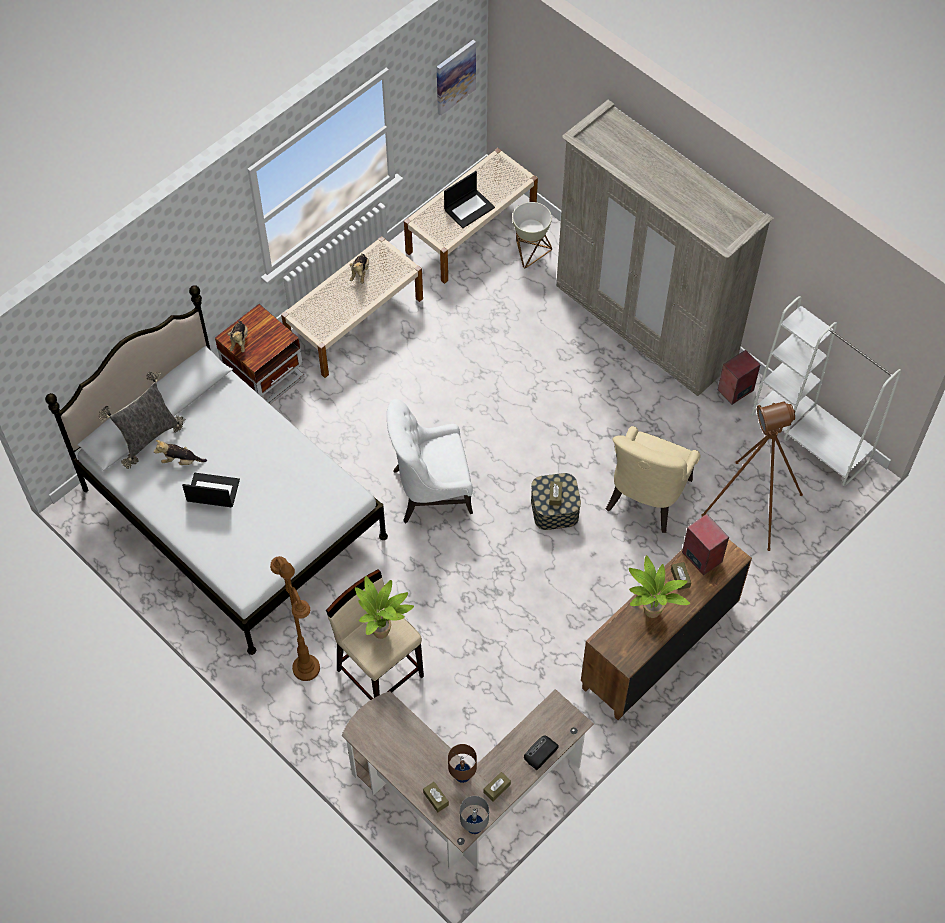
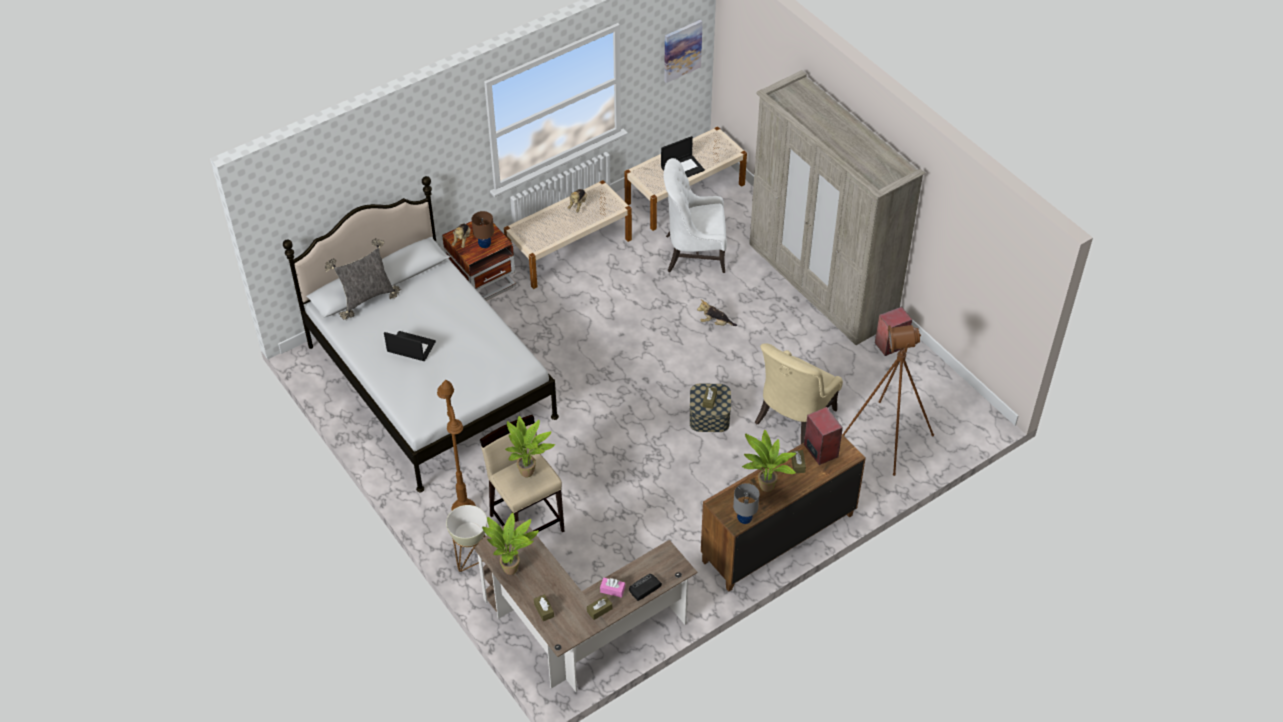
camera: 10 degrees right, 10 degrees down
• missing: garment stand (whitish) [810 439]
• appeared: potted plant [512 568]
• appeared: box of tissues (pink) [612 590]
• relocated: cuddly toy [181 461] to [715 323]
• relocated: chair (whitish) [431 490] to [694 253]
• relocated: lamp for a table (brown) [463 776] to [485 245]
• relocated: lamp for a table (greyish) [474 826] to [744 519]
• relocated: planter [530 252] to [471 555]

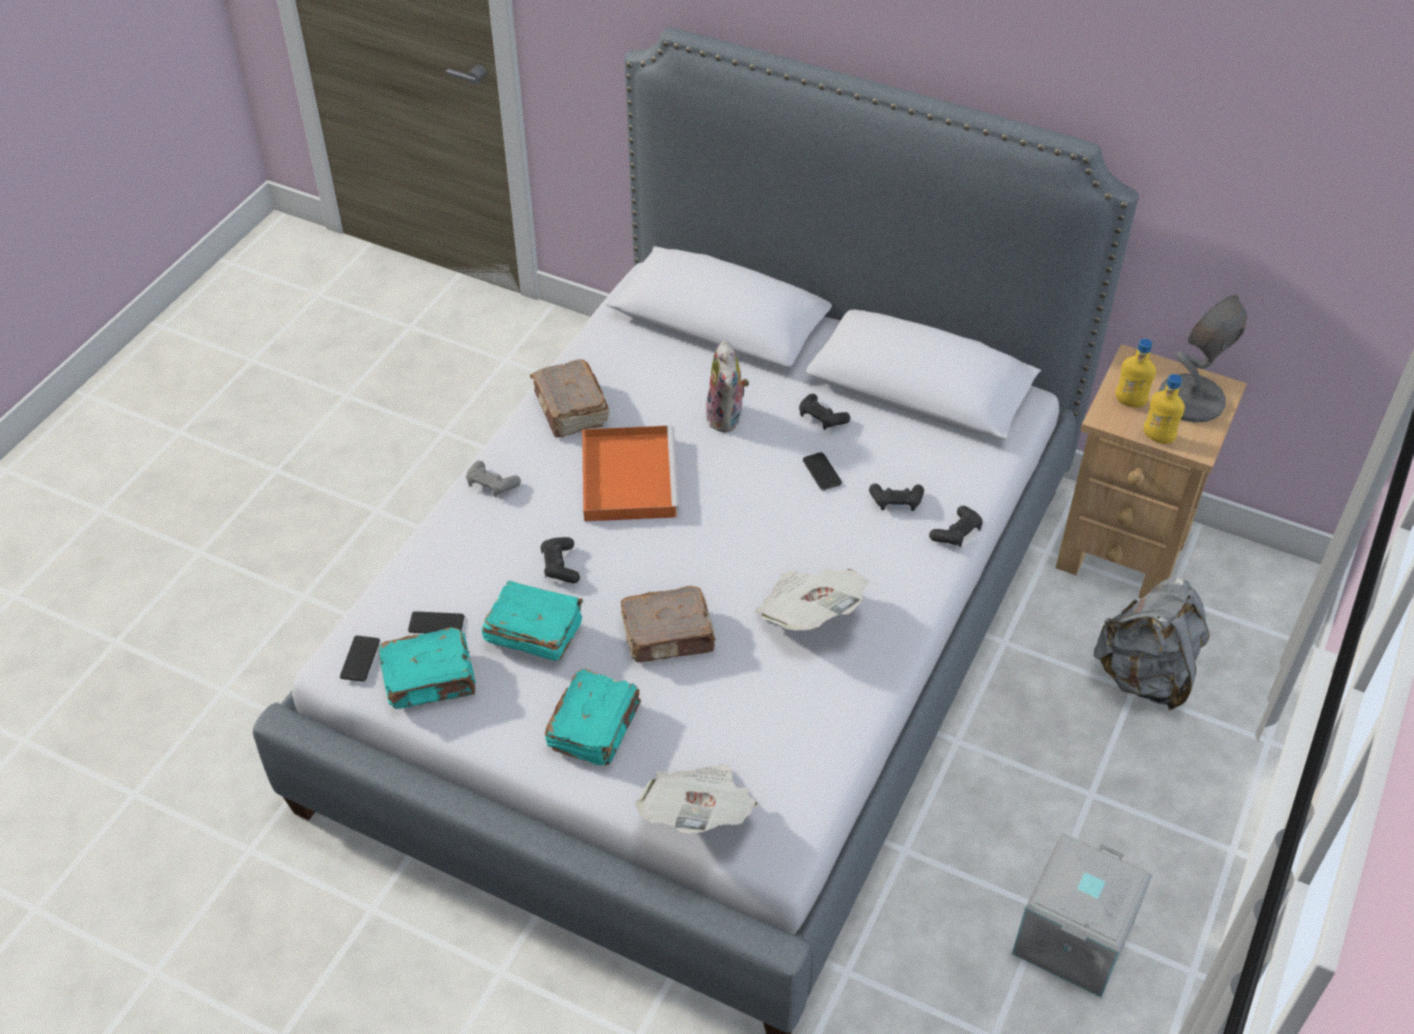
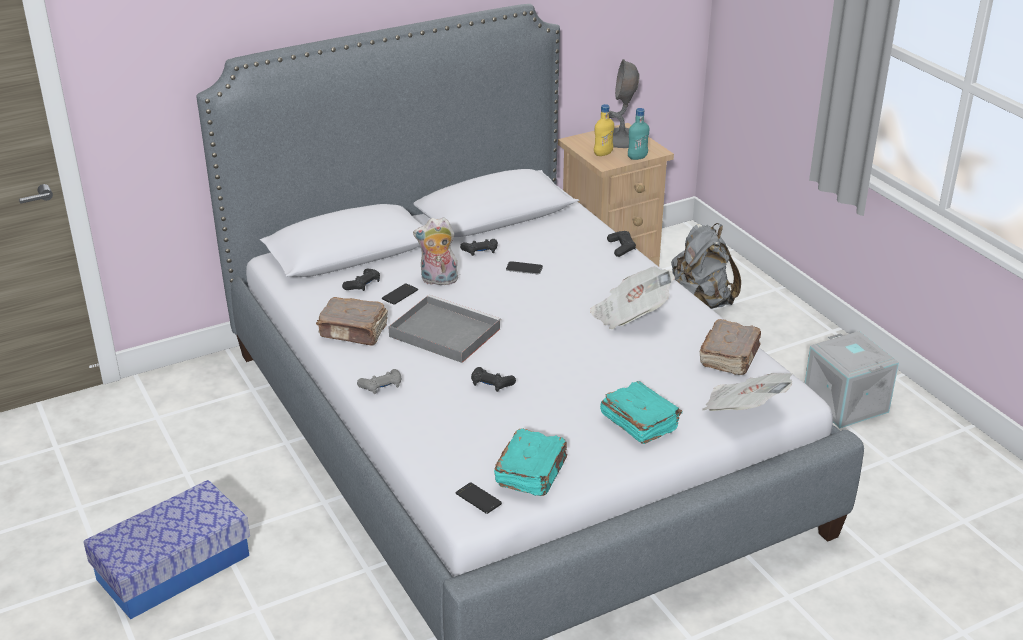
camera: 55 degrees left, 15 degrees down
• missing: bound book (blue-green) [533 631]
• appeared: storage bin [173 567]
• relocated: phone [436 624] to [400 294]
• relocated: bound book (brown) [669 636] to [730 357]
• relocated: gamepad (blackish) [896 501] to [363 285]
• colour: tray (orange-coloured) [627 475] to tray (greyish) [442 332]
• colour: drink bottle (yellowish) [1158 437] to drink bottle (blue-green) [637 157]
• spun: cuddly toy [727 417] = [438 281] 150 degrees clockwise

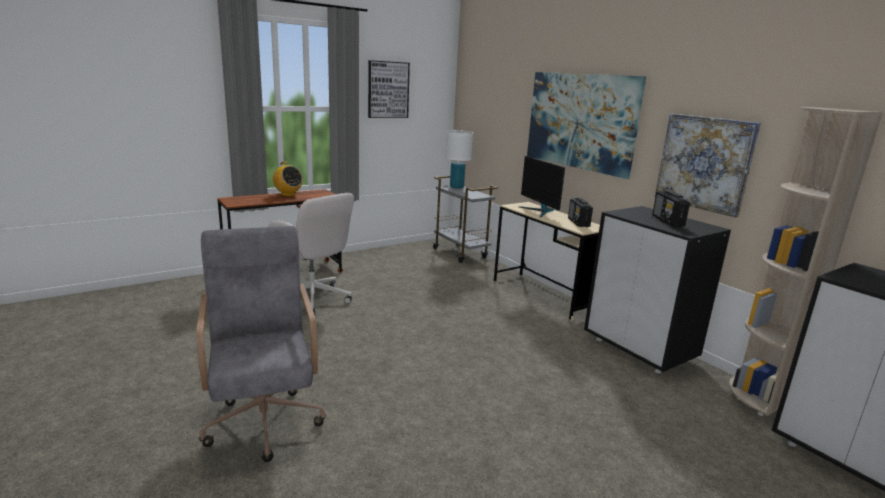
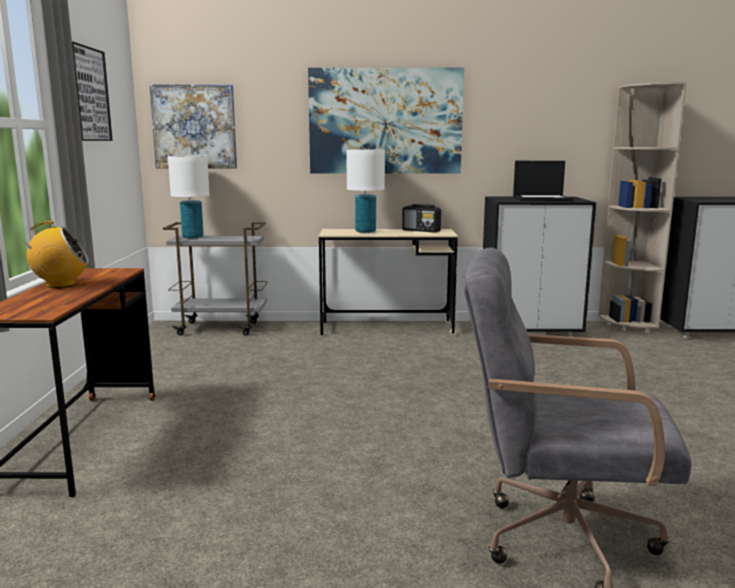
camera: 55 degrees left, 5 degrees down
• missing: office chair (whitish) [312 299]
• relocated: wall picture [704 163] to [194 127]
• exchanged: computer screen [539 211] to lamp for a table (whitish) [365 231]
• exchanged: radio [668 221] to laptop [542 198]

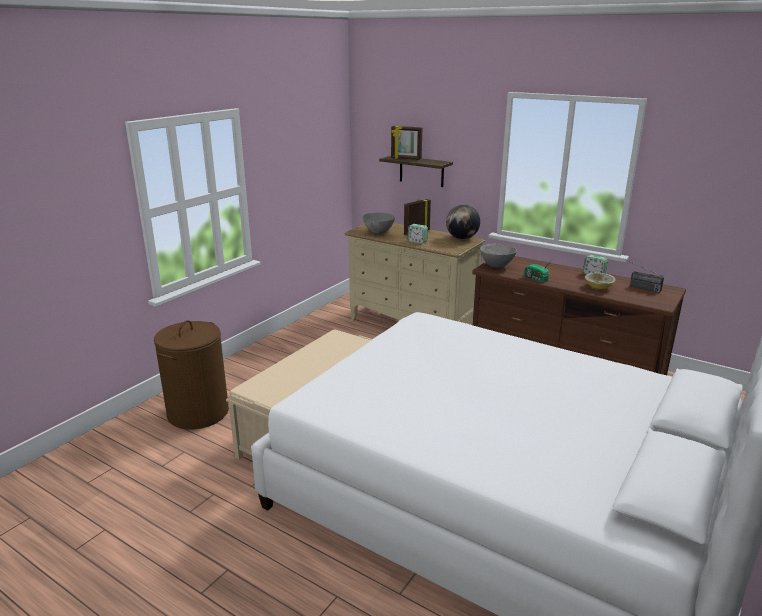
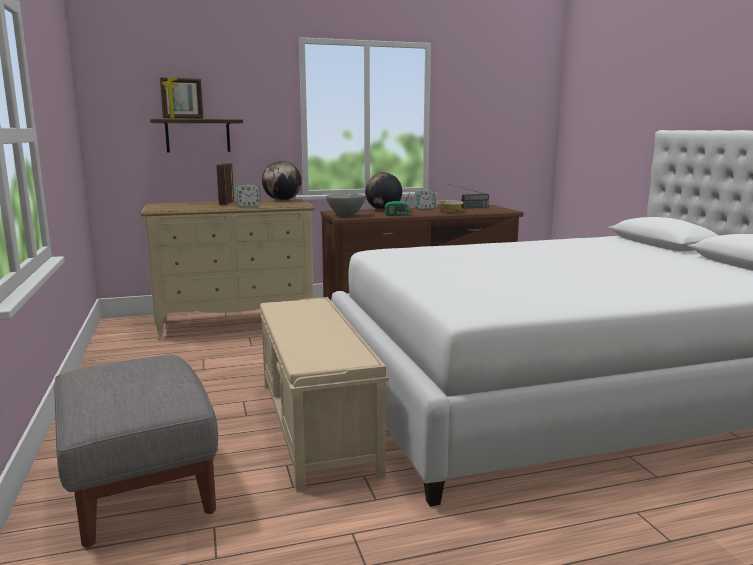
camera: 50 degrees left, 10 degrees down
• missing: serving bowl (greyish) [378 232]
• appeared: desk globe [383 210]
• exchanged: laundry basket (brown) [198 412] to ottoman (greyish) [139 485]

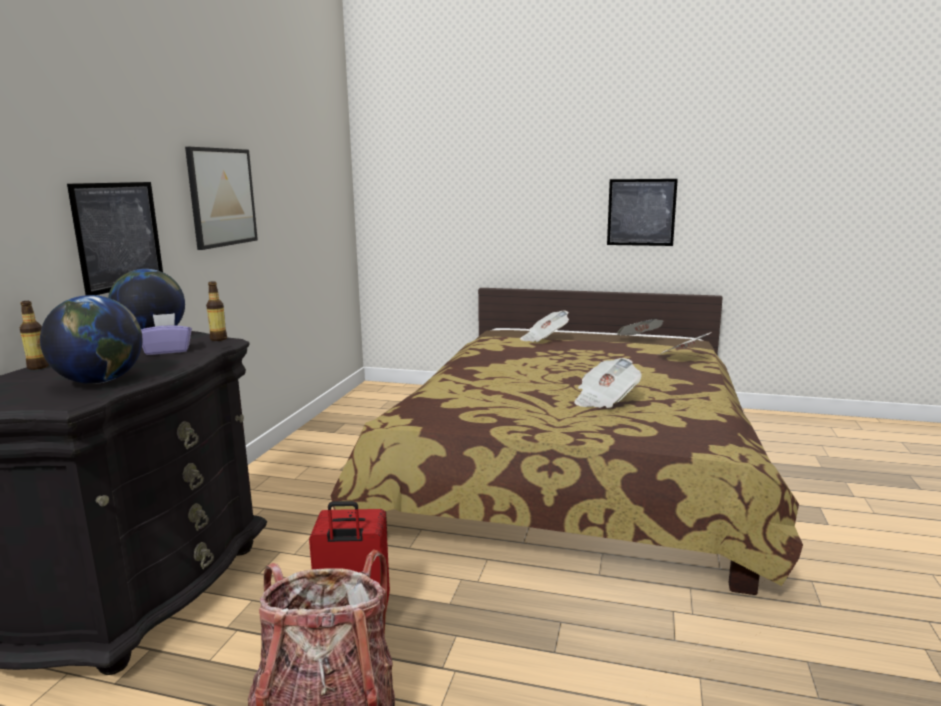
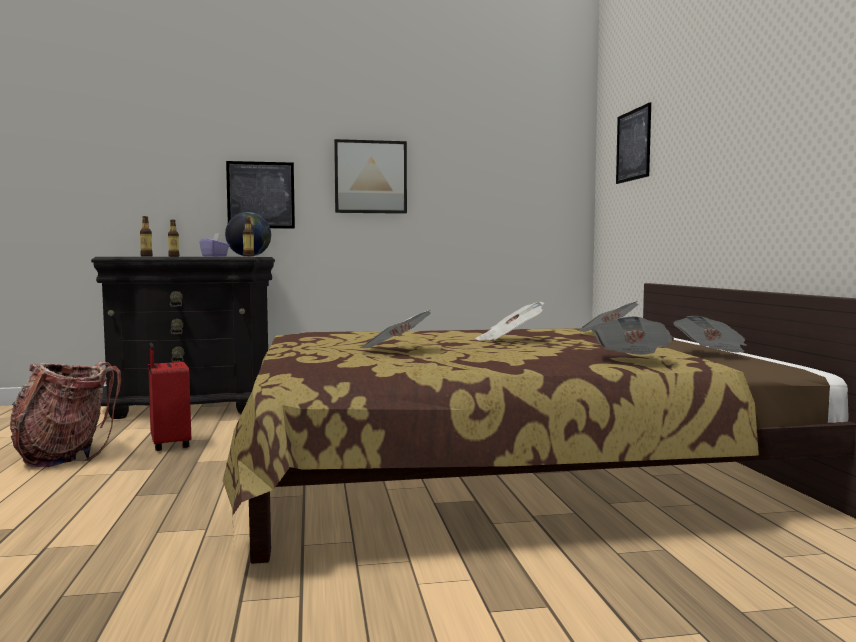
camera: 65 degrees right, 10 degrees down
• appeared: daily paper [509 340]
• relocated: wall picture [641 212] to [633 145]
• exchanged: desk globe [100 381] to drink bottle [146 256]

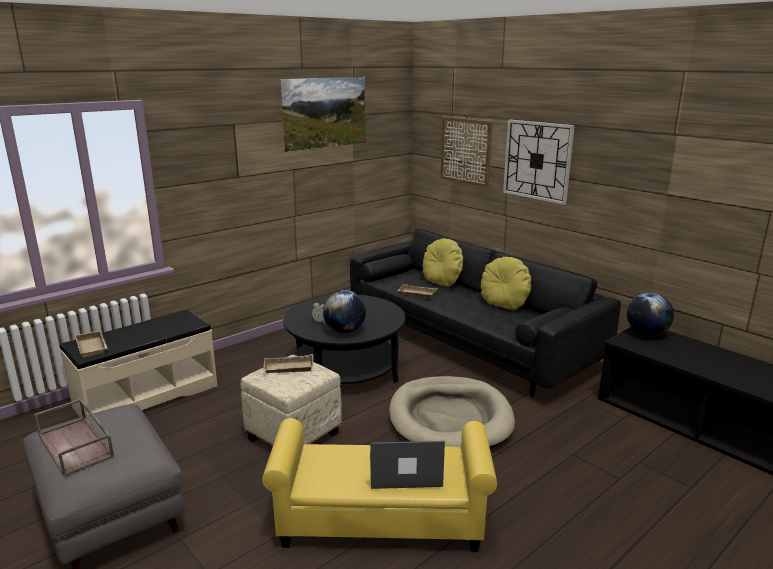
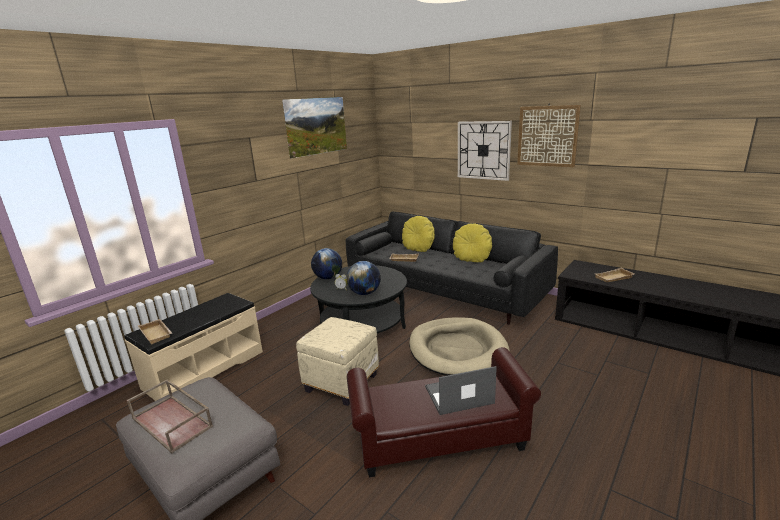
camera: 10 degrees left, 0 degrees up
• relocated: tray (beige-coloured) [288 368] to [614 278]
• relocated: wall picture [465 150] to [547 135]
• relocated: desk globe [646 334] to [328 278]
• colour: ottoman (yellowish) [380 521] to ottoman (brown) [439 439]

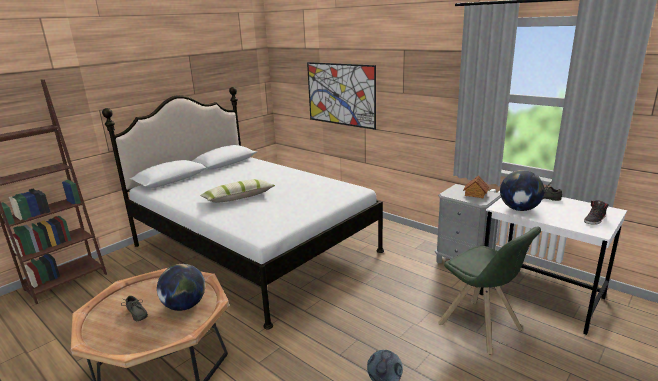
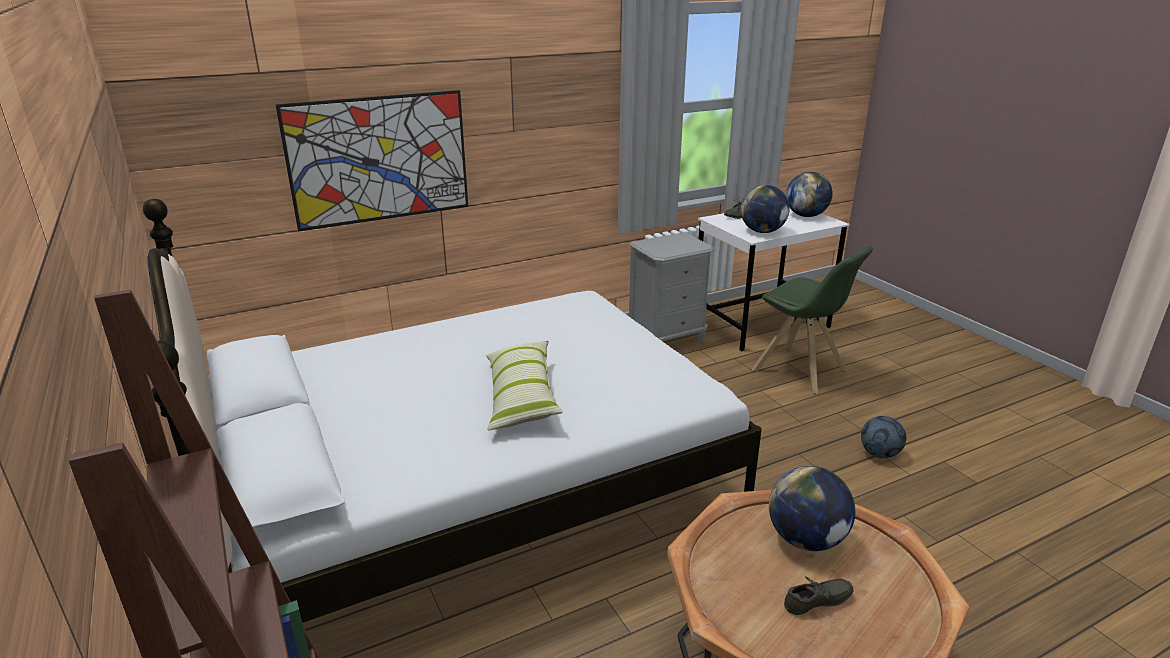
camera: 70 degrees left, 5 degrees up
• missing: model house [475 194]
• exchanged: item of footwear (blackish) [595 220] to desk globe [806 216]
• spun: chair (green) [480 326] = [800 370] 60 degrees clockwise

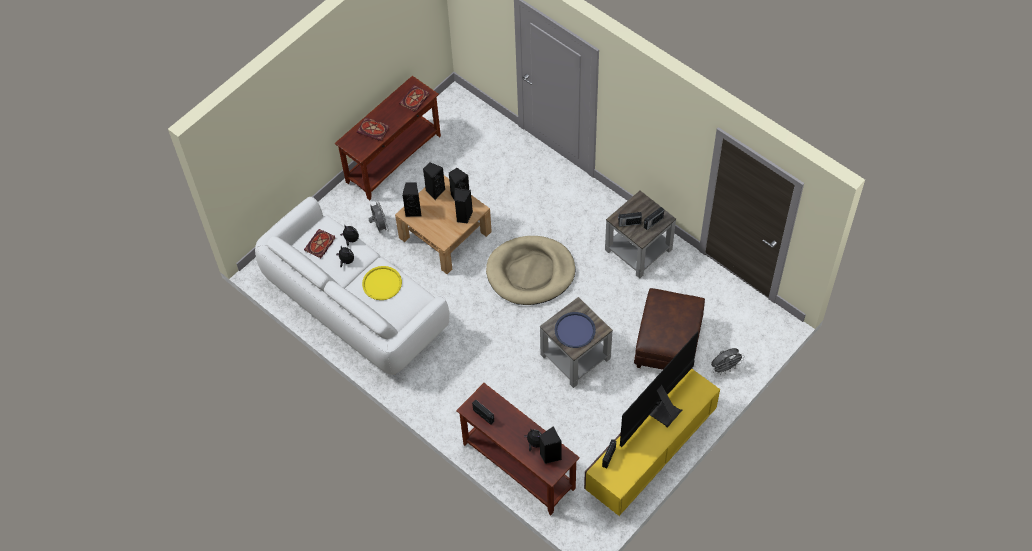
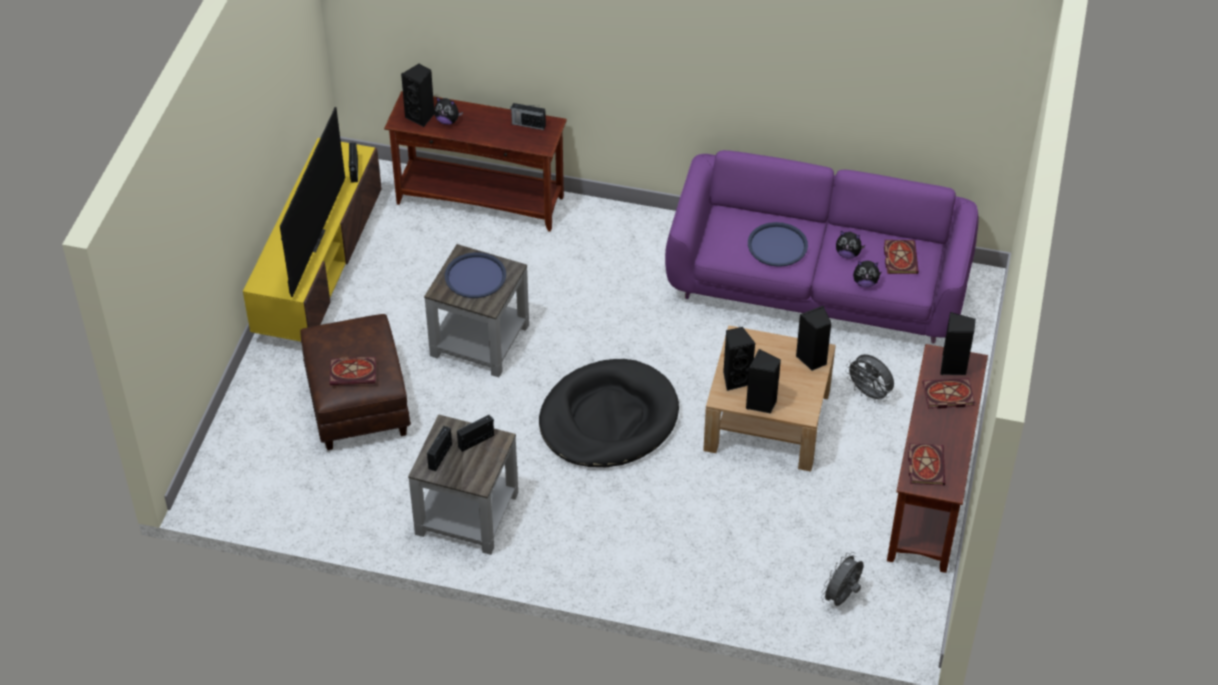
camera: 150 degrees right, 10 degrees down
• appeared: bound book [354 372]
• relocated: speaker (blackish) [435 191] to [953 367]
• relocated: fan (greyish) [725 368] to [842 597]
• colour: settee (whitish) [355 306] to settee (purplish) [817 286]
• colour: tray (yellowish) [382 283] to tray (bluish) [777 245]
• colour: pet bed (beige-coloured) [530 272] to pet bed (blackish) [608 419]

